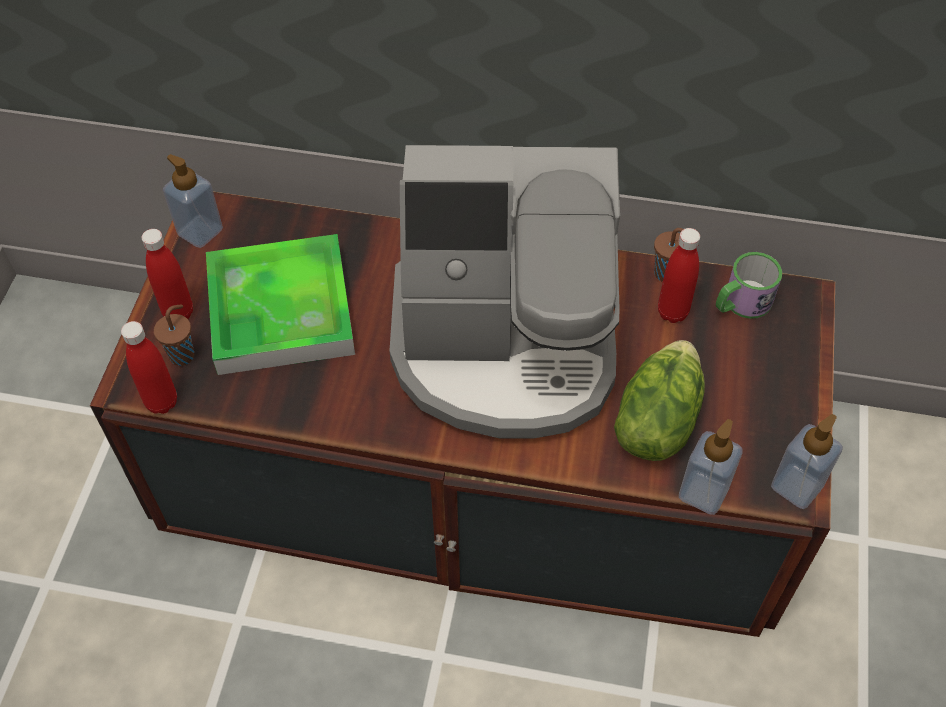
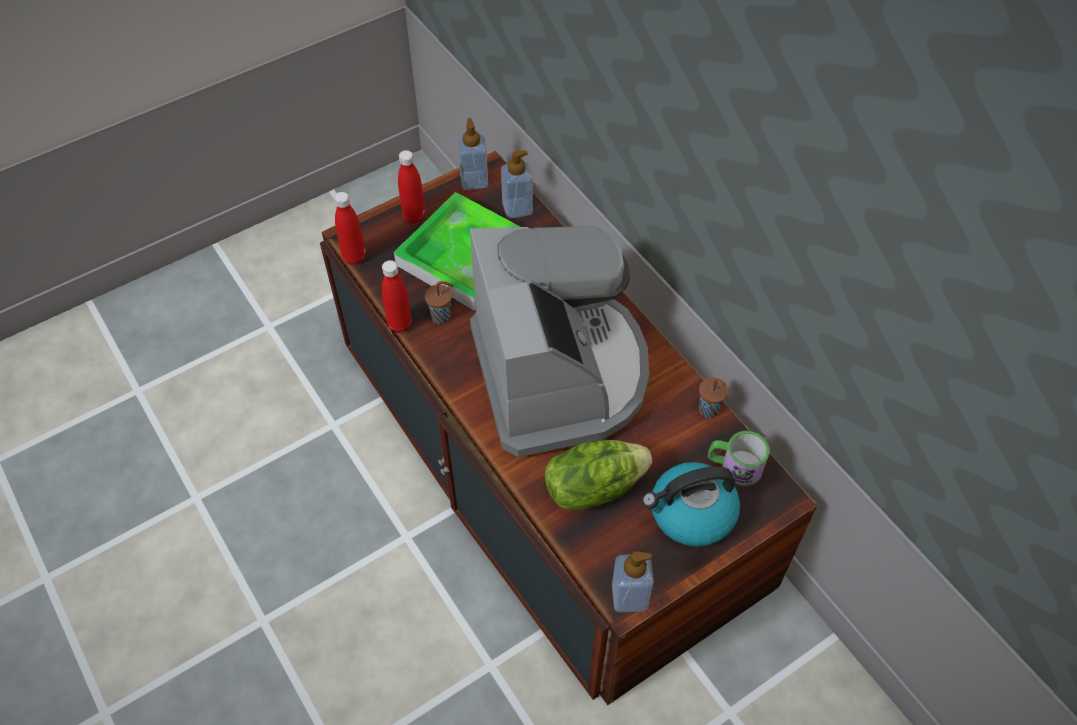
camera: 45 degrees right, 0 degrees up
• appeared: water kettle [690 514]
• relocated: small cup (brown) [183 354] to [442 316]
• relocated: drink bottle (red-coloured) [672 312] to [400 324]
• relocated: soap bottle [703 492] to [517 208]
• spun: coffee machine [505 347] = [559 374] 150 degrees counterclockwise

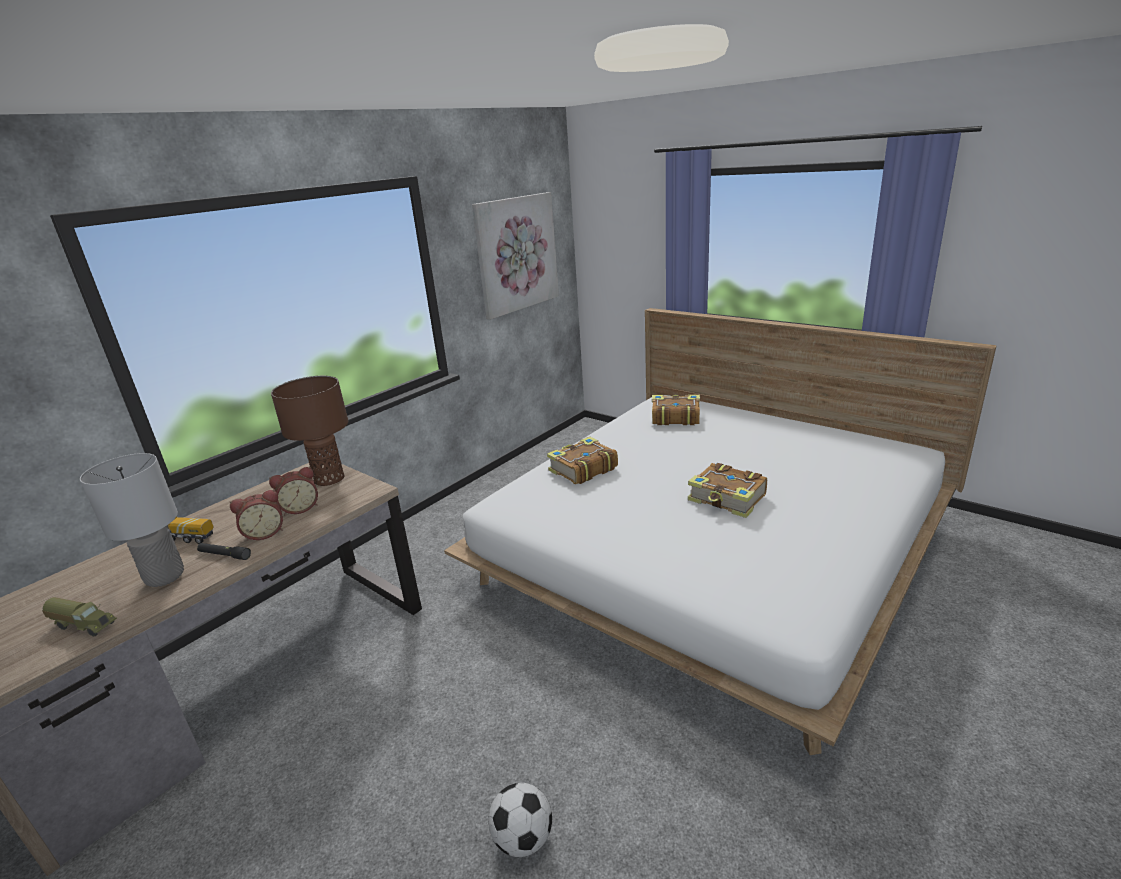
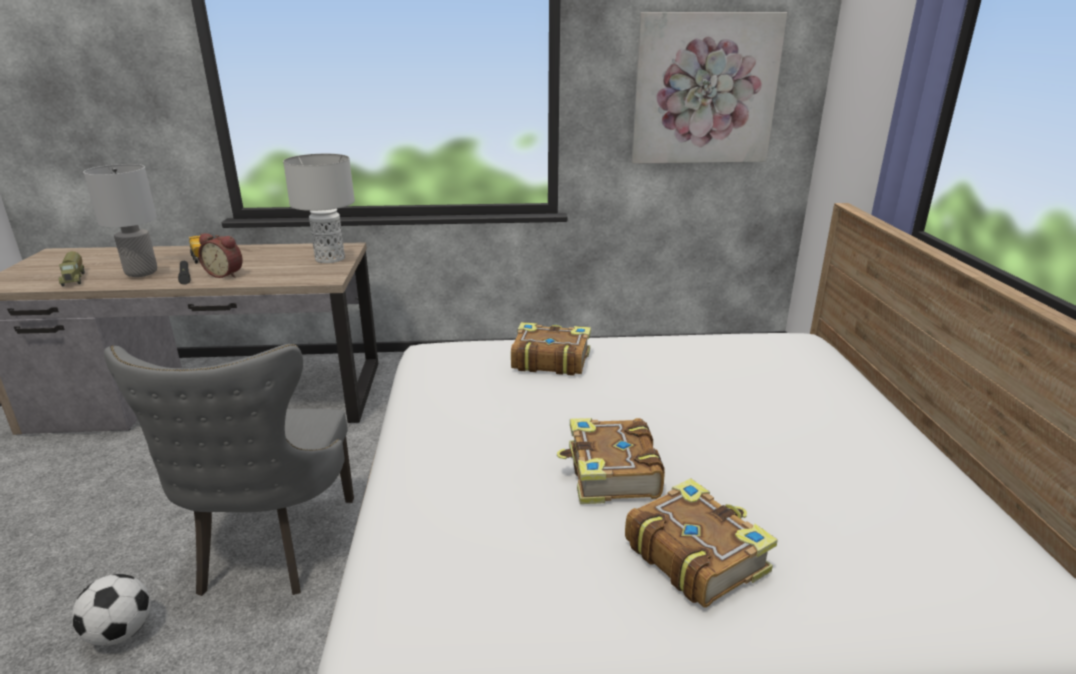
camera: 45 degrees right, 0 degrees up
• missing: alarm clock [300 508]
• appeared: chair (greyish) [271 547]
• relocated: bound book [674 417] to [695 555]
• colour: lamp for a table (brown) [328 479] to lamp for a table (whitish) [329 258]

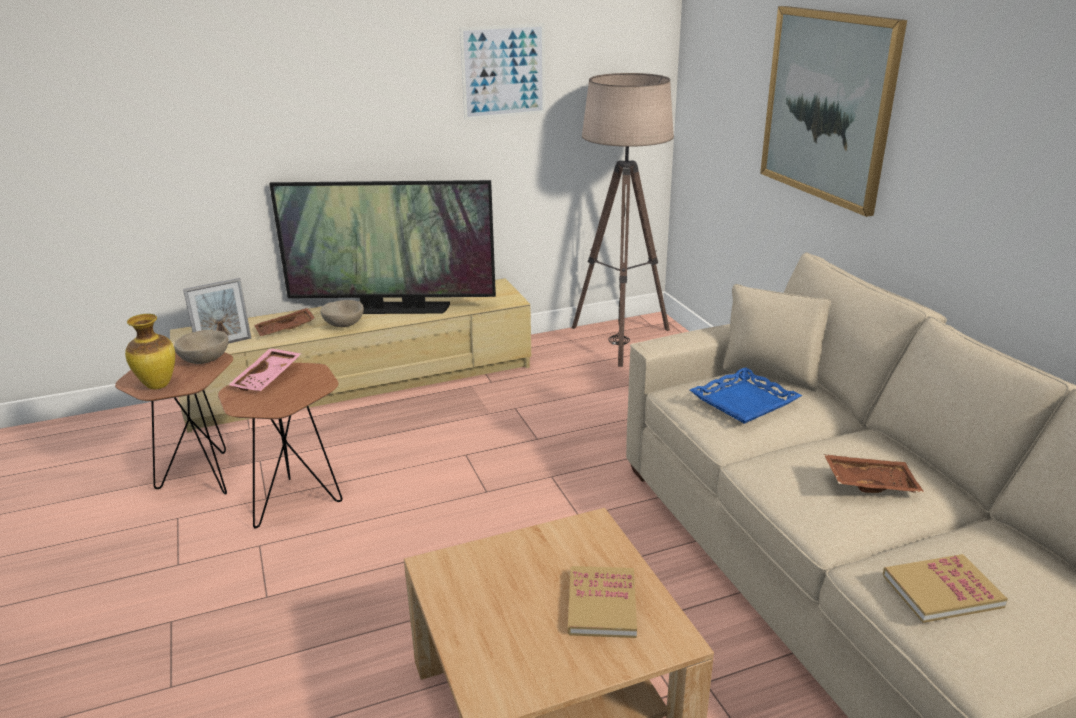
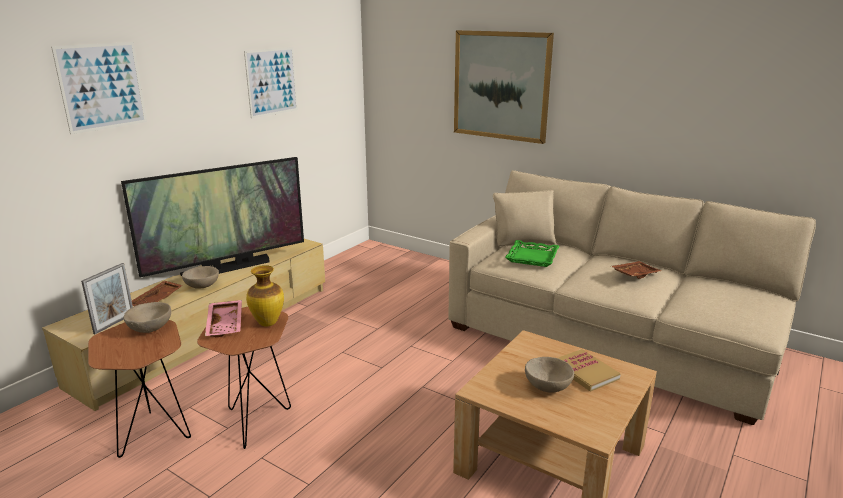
camera: 35 degrees left, 5 degrees down
• missing: floor lamp [620 340]
• missing: bound book [942 591]
• appeared: wall picture [102 86]
• appeared: serving bowl (beige-coloured) [548 387]
• relocated: decorative vase [159 385] to [268 323]
• colour: tray (bluish) [743 401] to tray (green) [531 257]

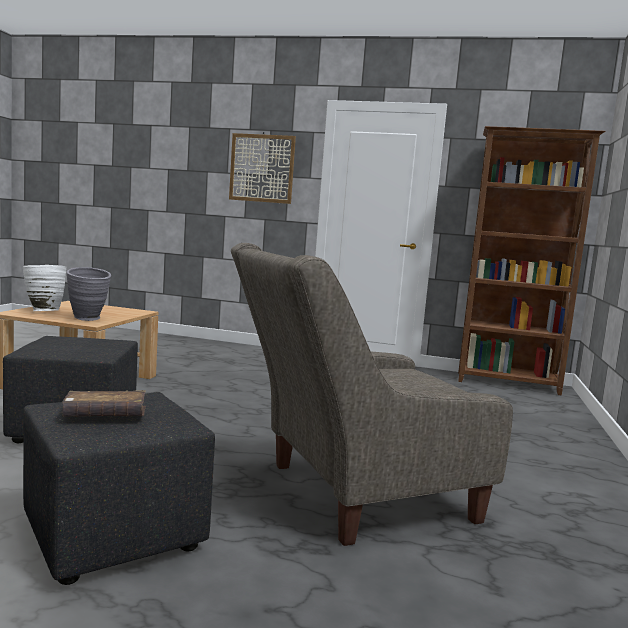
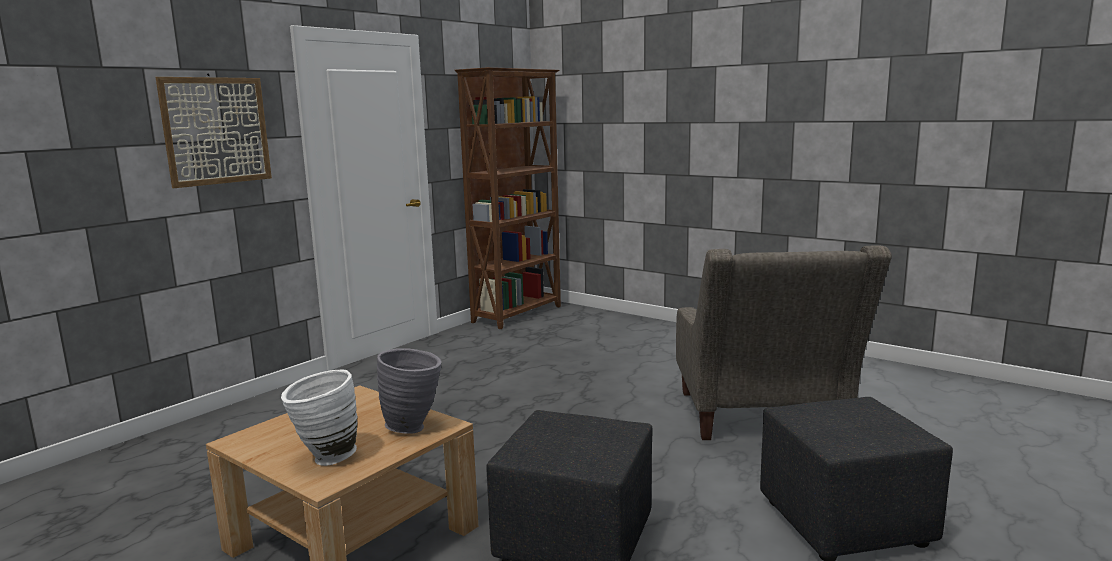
camera: 65 degrees left, 5 degrees up
• missing: bound book (brown) [105 415]

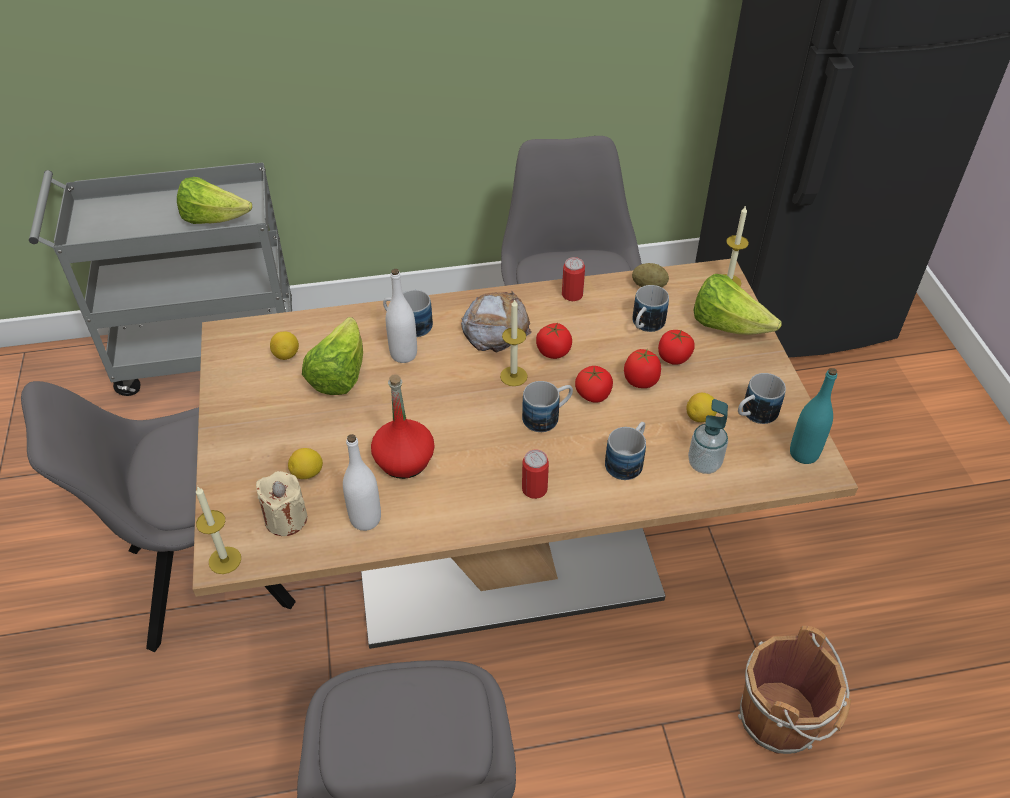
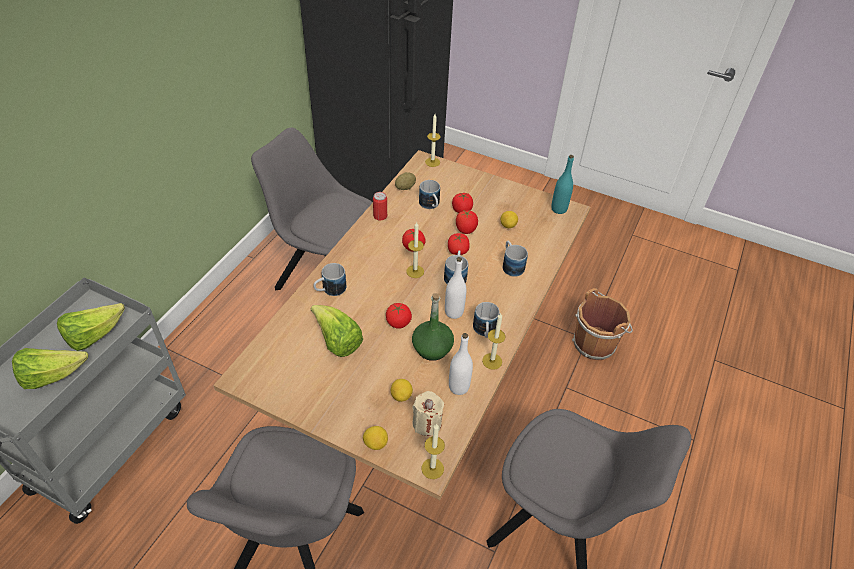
camera: 55 degrees left, 0 degrees up
• missing: bread [495 327]
• missing: sealed can [534 489]
• missing: soap bottle [704 463]
• appeared: tomato [398 322]
• appeared: candle [492 361]
• relocated: whole lemon [286 355] to [375 443]
• relocated: drink bottle (whitish) [403 354] to [454 312]
• relocated: lettuce [727 326] to [52 376]
• relocated: tea mug [754 415] to [484 331]
• colour: drink bottle (red-coloured) [404 461] to drink bottle (green) [432 348]

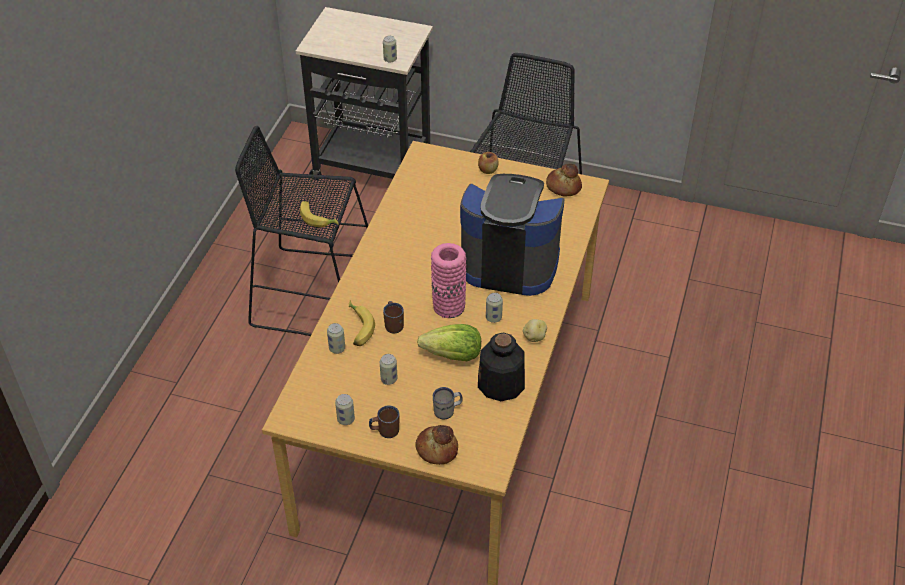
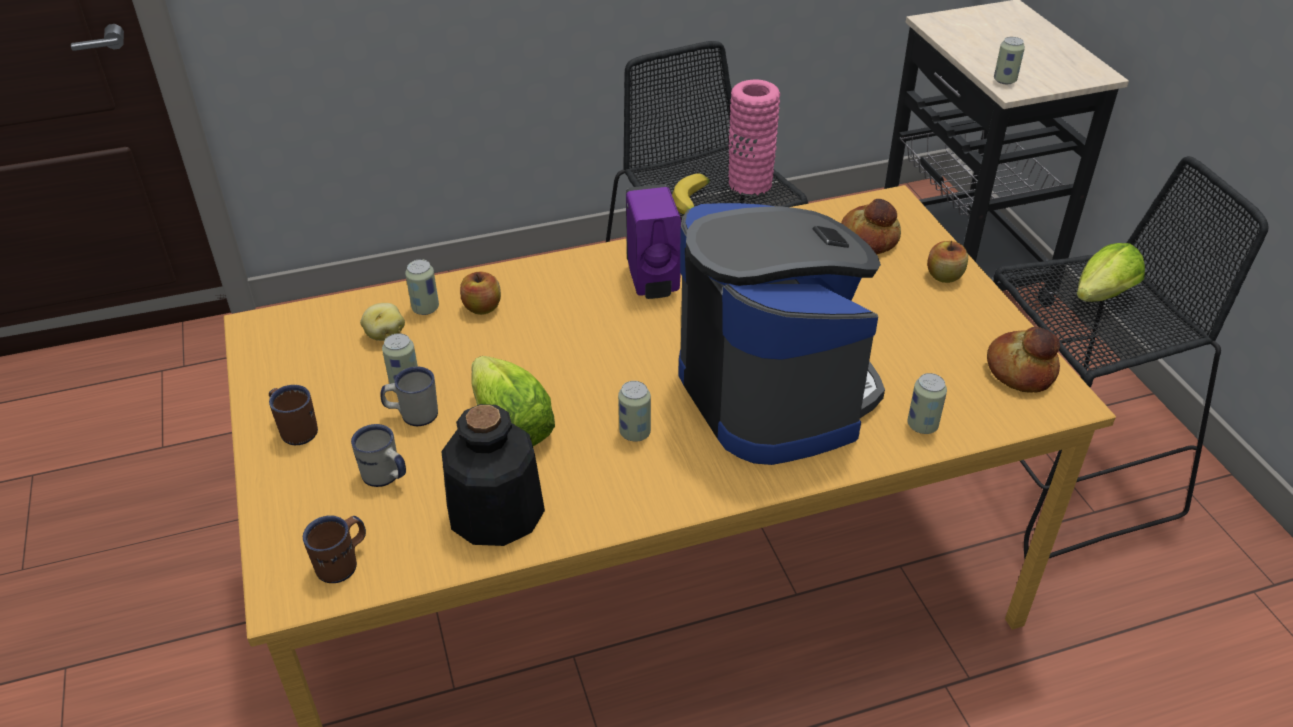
camera: 55 degrees right, 5 degrees down
• appeared: tea mug (whitish) [413 414]
• appeared: soap bottle (purplish) [653 282]
• appeared: lettuce [1099 298]
• relocated: sealed can [346 419] to [922 425]
• relocated: tea mug (brown) [393 324] to [343 563]
• relocated: bread [436 449] to [868 238]
• relocated: decorative vase (pink) [448 306] to [749 183]
• relocated: spud [534 337] to [385 335]
• exchanged: banana fruit [357 328] to apple [482 307]

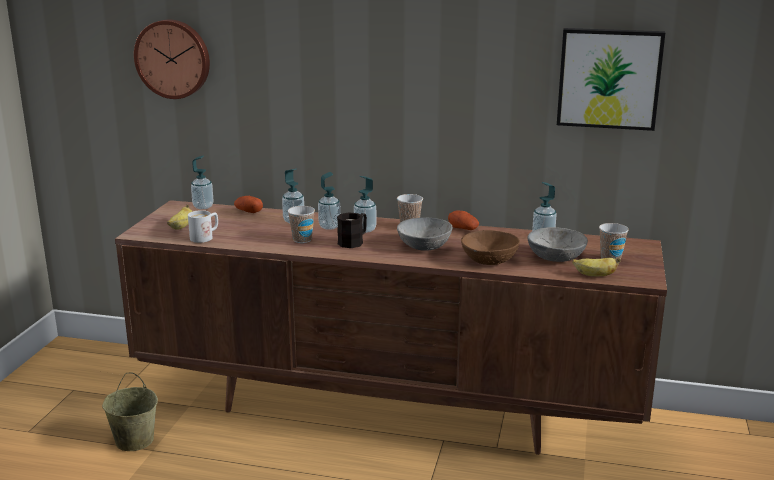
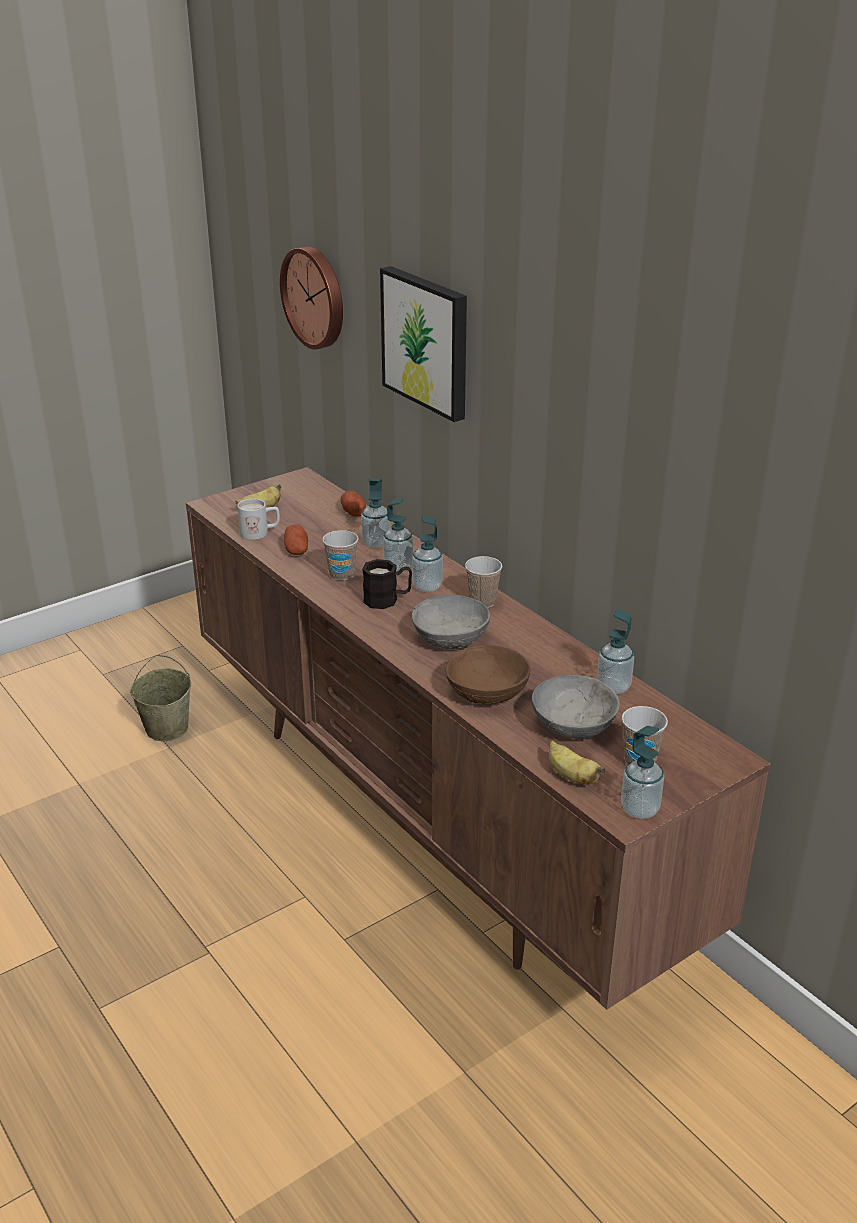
camera: 40 degrees right, 10 degrees up
• relocated: soap bottle [203 207] to [639 809]
• relocated: spud [463 229] to [296 550]
• relocated: wall picture [609 78] to [427 341]

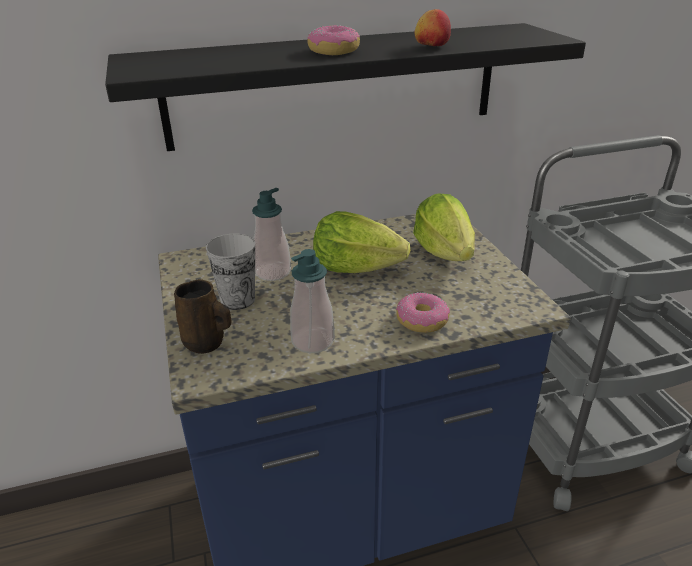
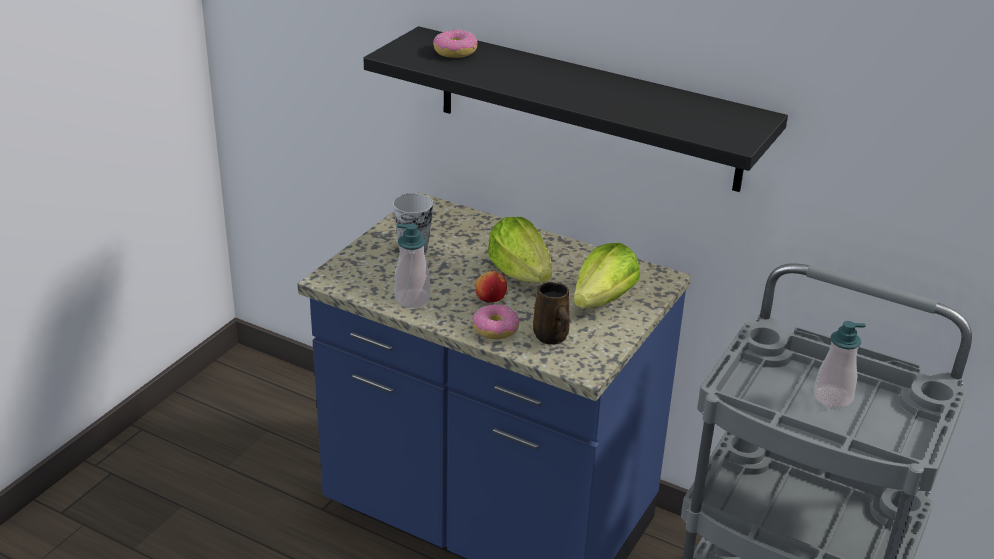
camera: 45 degrees right, 0 degrees up
• relocated: tea mug (brown) [206 343] to [551 337]
• relocated: soap bottle [272 272] to [832 398]
• relocated: donut [333 51] to [455 51]
• relocated: apple [431 47] to [490 298]

